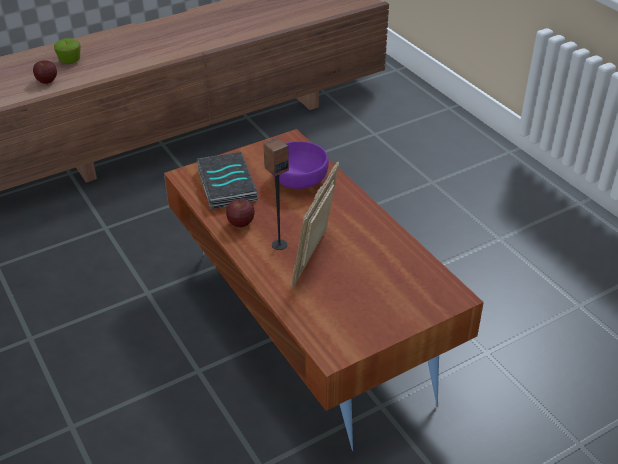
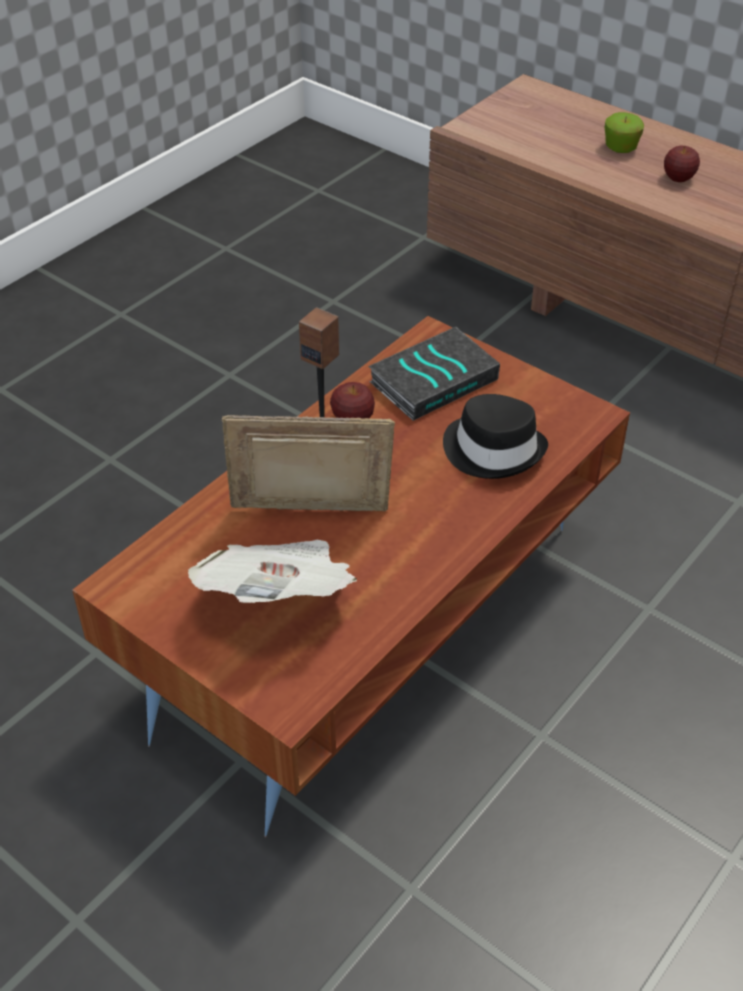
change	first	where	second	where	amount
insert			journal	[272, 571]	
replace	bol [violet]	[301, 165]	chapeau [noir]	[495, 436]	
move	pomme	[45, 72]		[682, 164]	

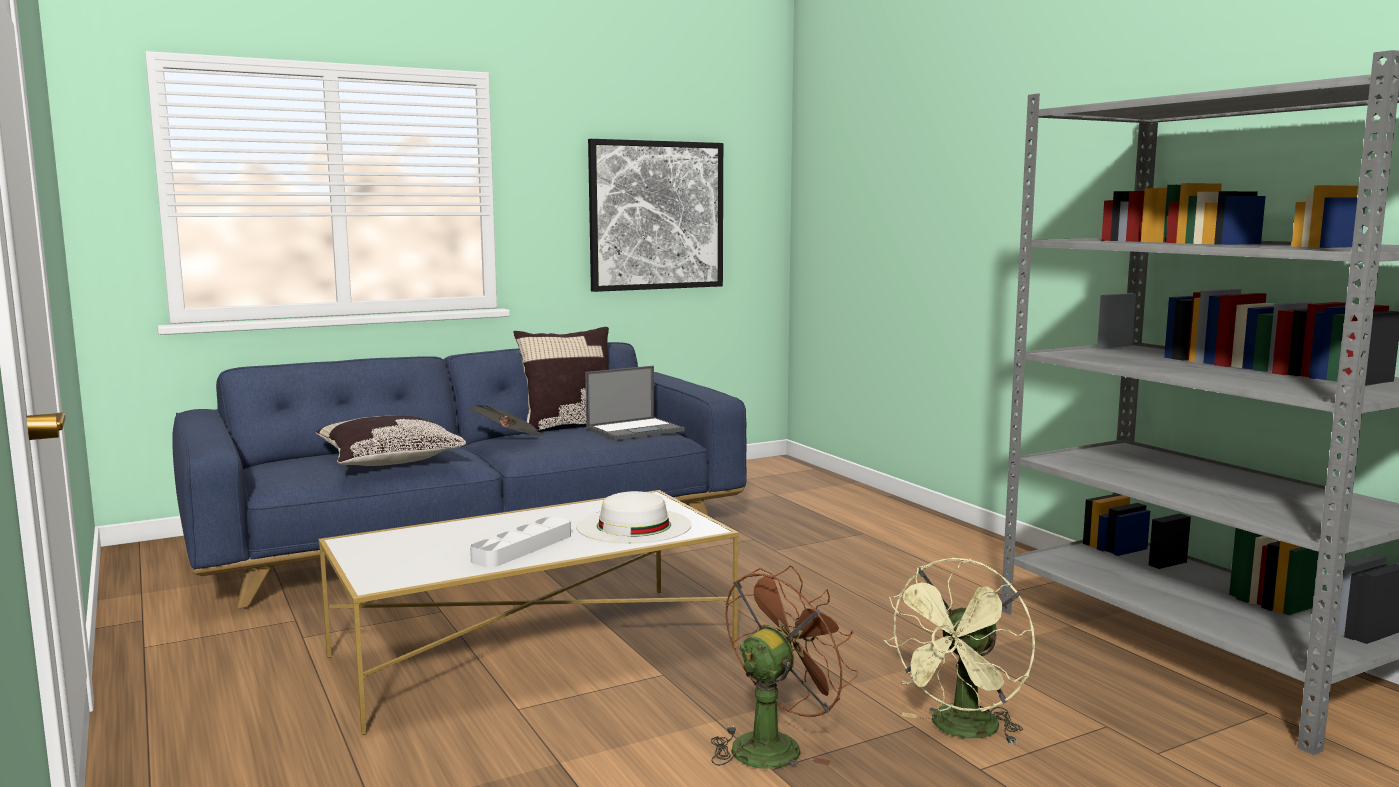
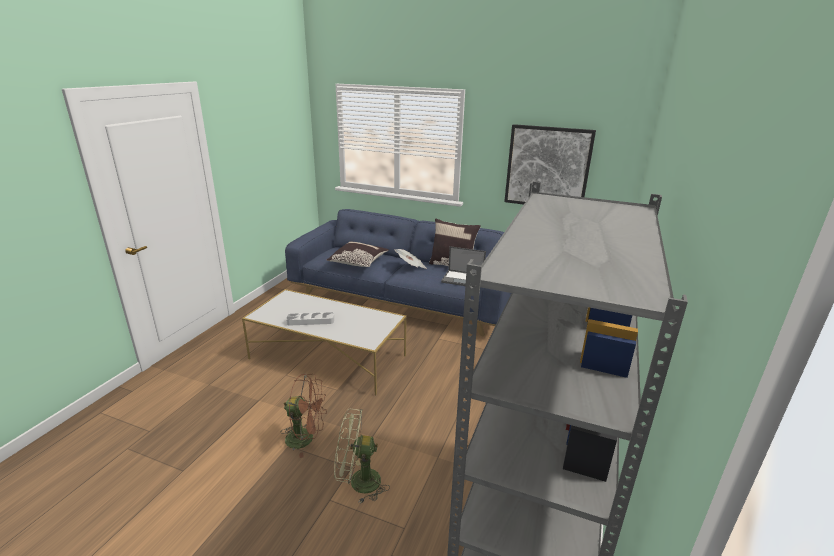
change	first	where	second	where	amount
delete	chapeau [blanc]	[634, 517]			

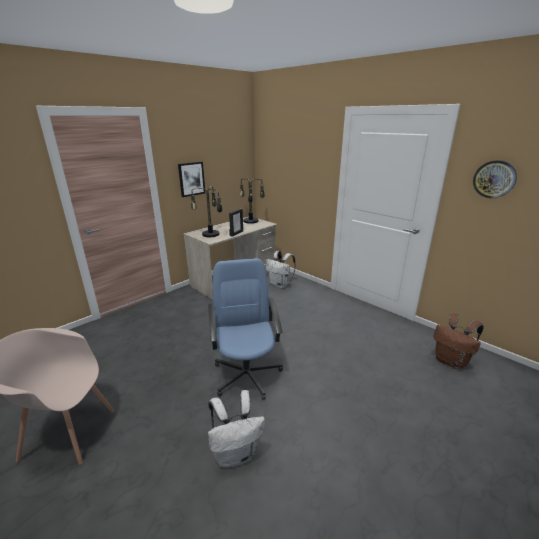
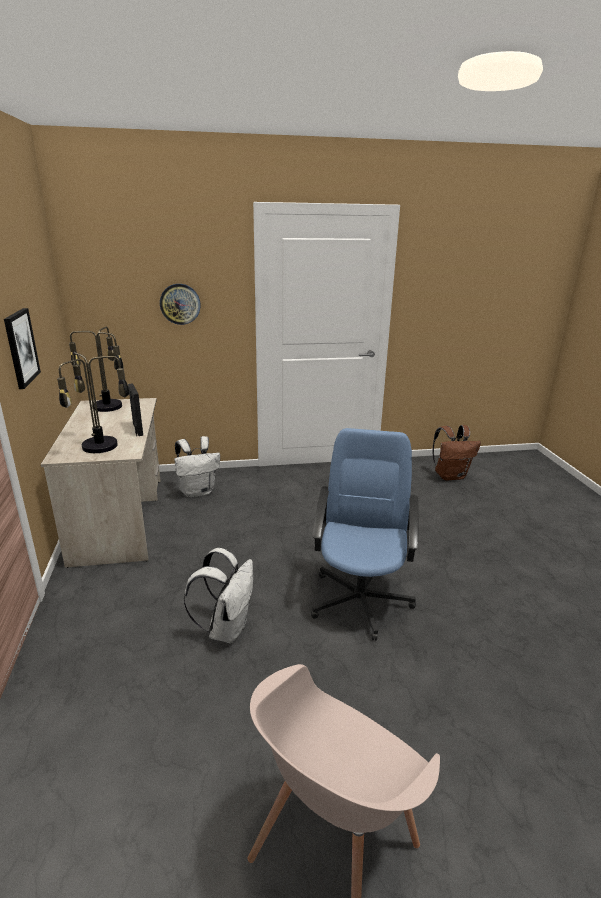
change	first	where	second	where	amount
move	horloge murale	[495, 179]		[180, 304]	
move	sac à dos [blanc]	[236, 429]		[218, 595]	
rotate	chaise de bureau [bleu]	[245, 329]		[365, 534]	75 degrees clockwise

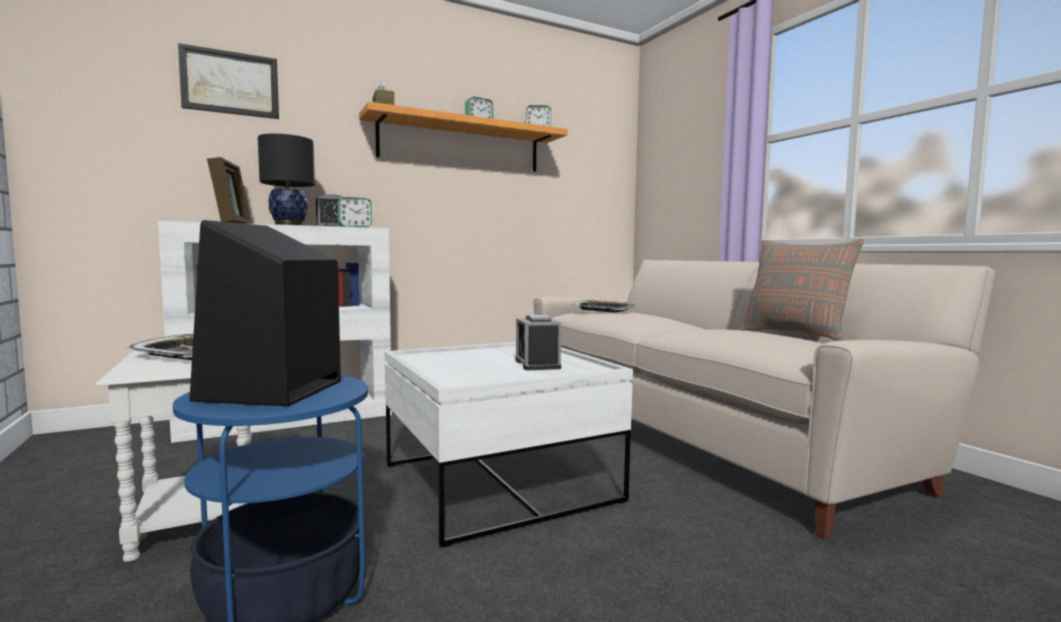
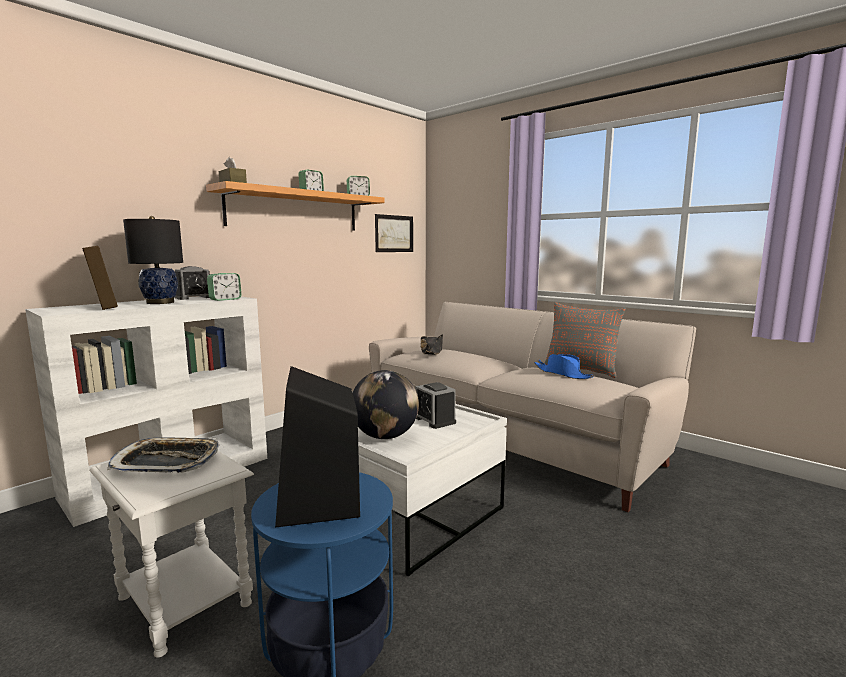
change	first	where	second	where	amount
insert			globe	[386, 404]	
move	tableau	[228, 81]		[394, 233]	
replace	plateau	[604, 306]	chapeau [noir]	[431, 344]	
insert			chapeau [bleu]	[564, 366]	

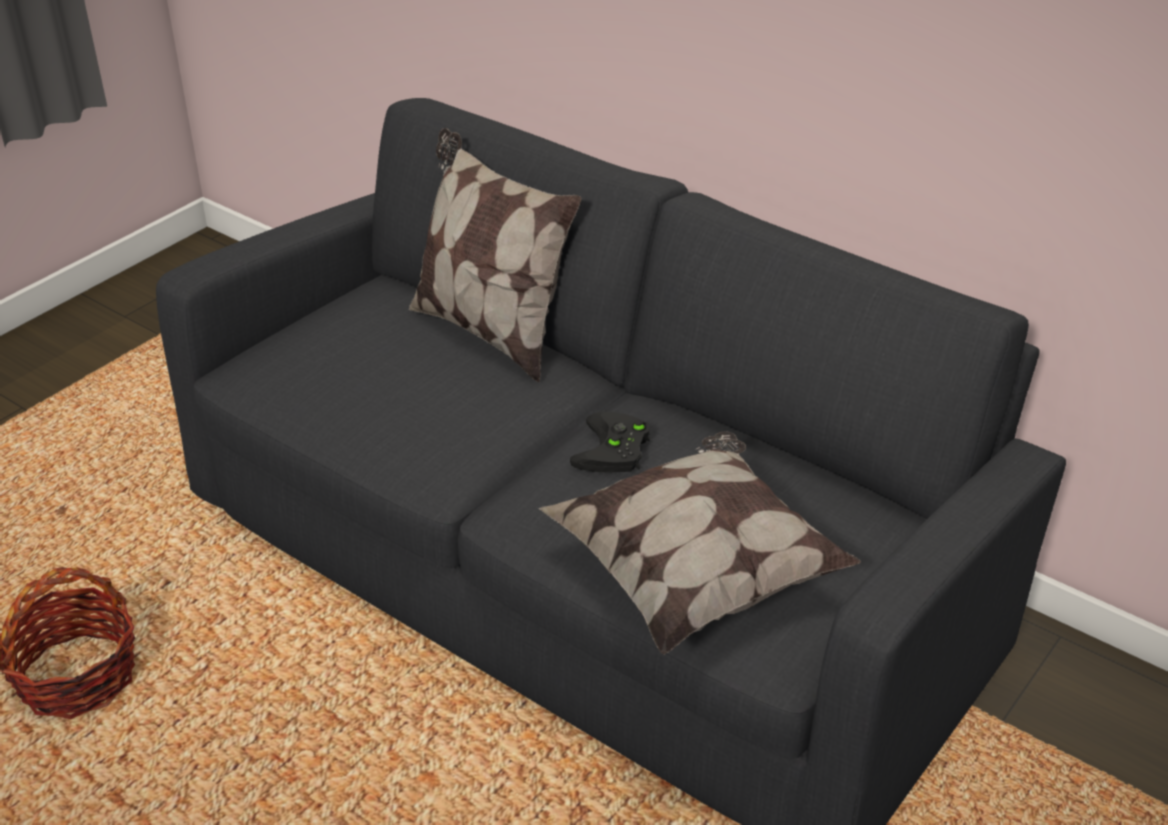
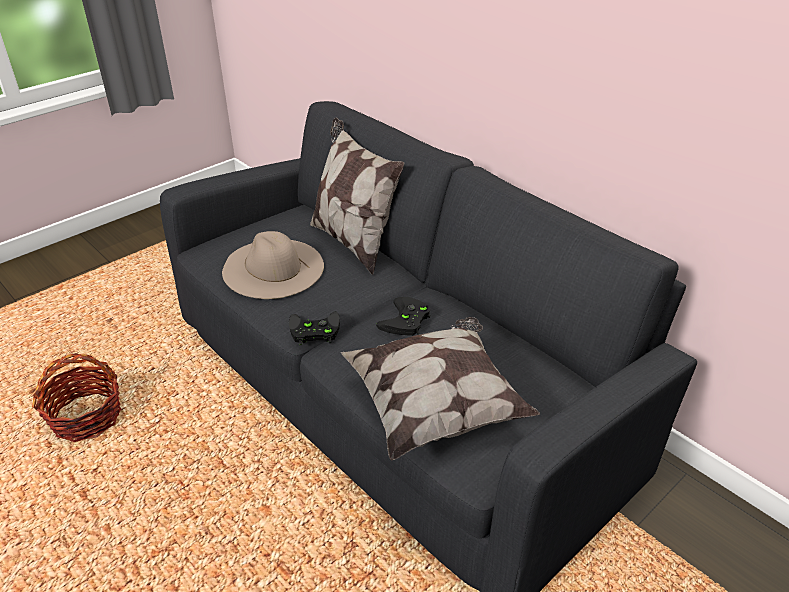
change	first	where	second	where	amount
insert			chapeau [beige]	[273, 265]	
insert			manette [noir]	[314, 328]	

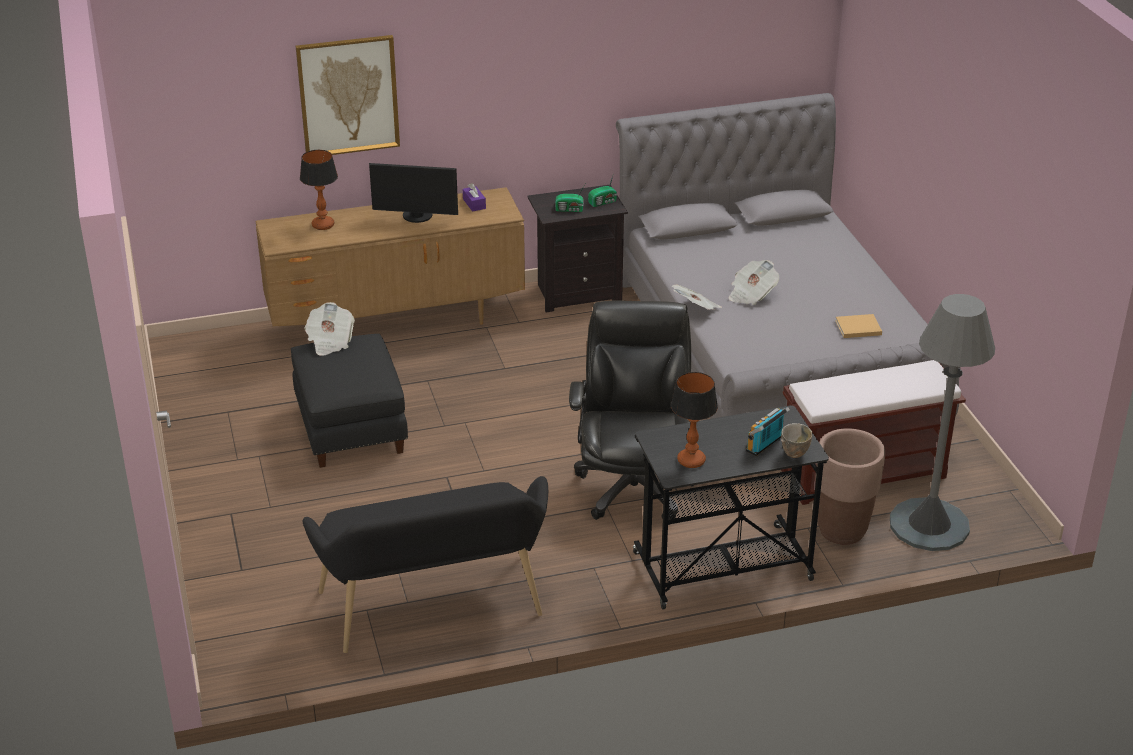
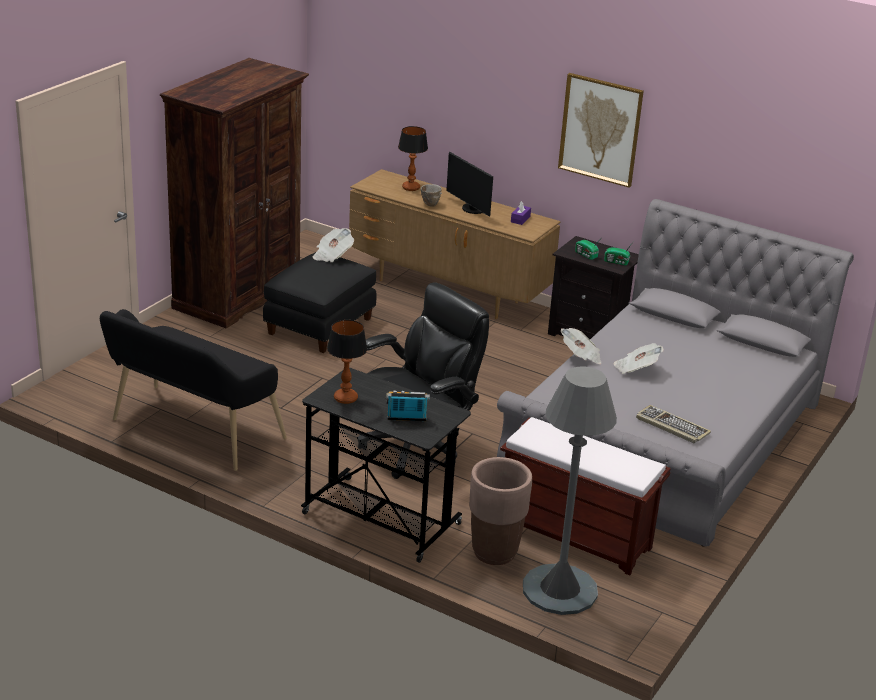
change	first	where	second	where	amount
insert			armoire [marron]	[234, 193]	
move	bol	[797, 440]		[431, 195]	
move	tableau	[348, 95]		[601, 130]	
replace	livre [beige]	[858, 326]	clavier	[673, 424]	

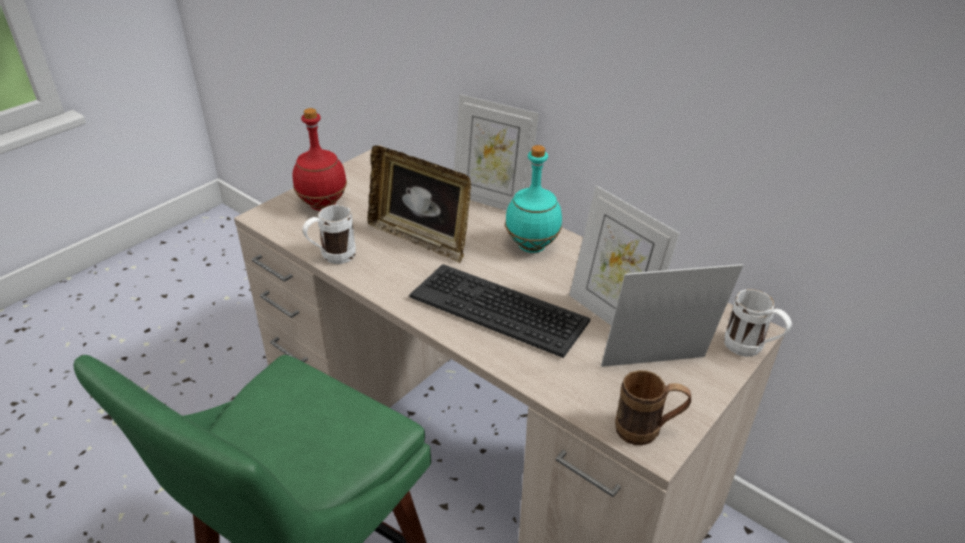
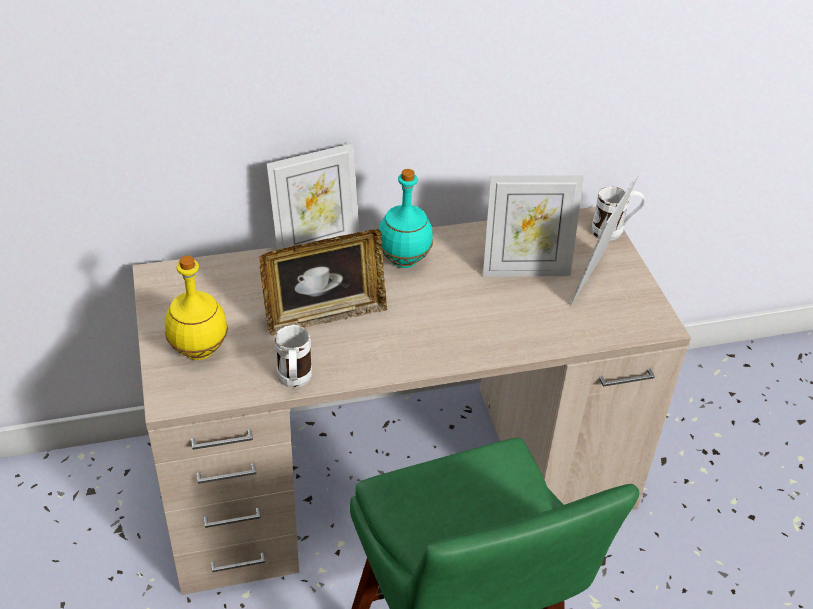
change	first	where	second	where	amount
recolor	bouteille [rouge]	[319, 159]	bouteille [jaune]	[196, 307]	
delete	clavier	[500, 311]			
delete	mug [marron]	[653, 407]			

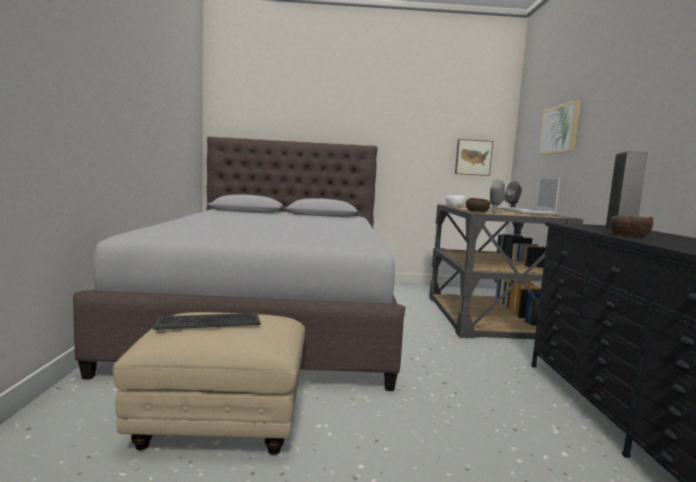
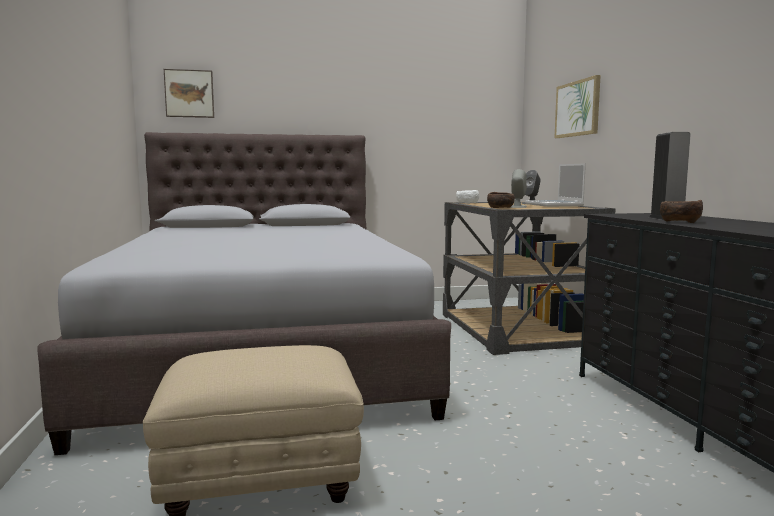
change	first	where	second	where	amount
move	tableau	[474, 157]		[189, 93]	
delete	clavier	[207, 321]			

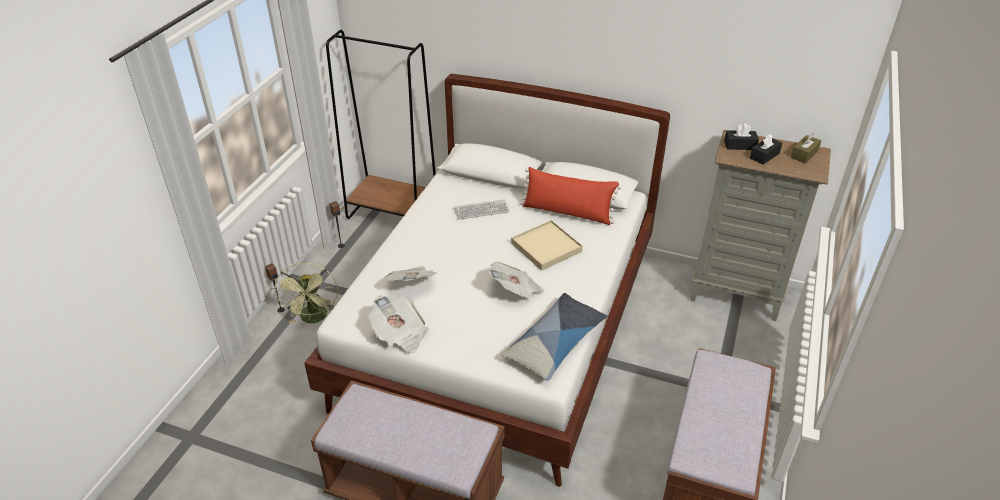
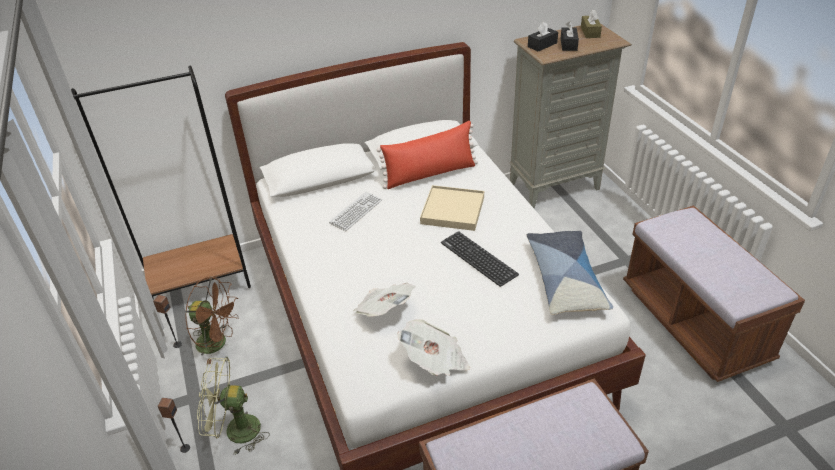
change	first	where	second	where	amount
insert			ventilateur [marron]	[211, 320]	
rotate	ventilateur [vert]	[306, 293]		[233, 406]	135 degrees clockwise
replace	journal	[516, 279]	clavier	[480, 259]	

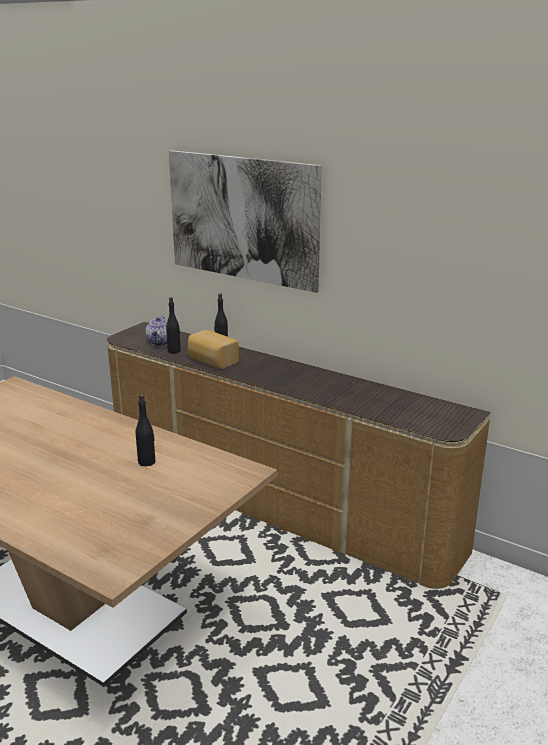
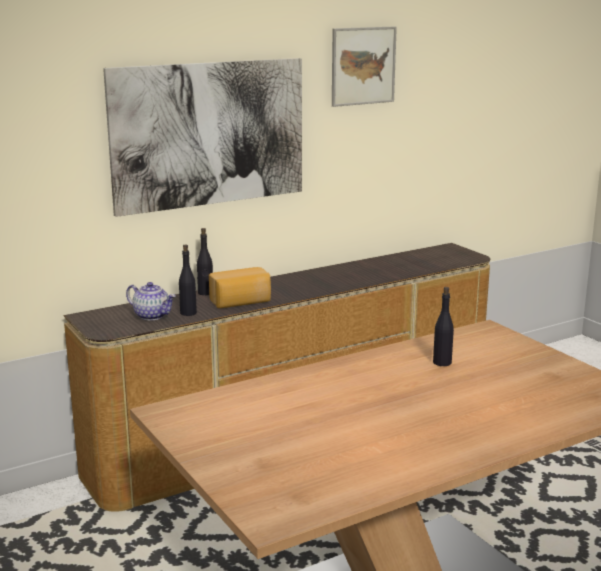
change	first	where	second	where	amount
insert			tableau	[364, 66]	

